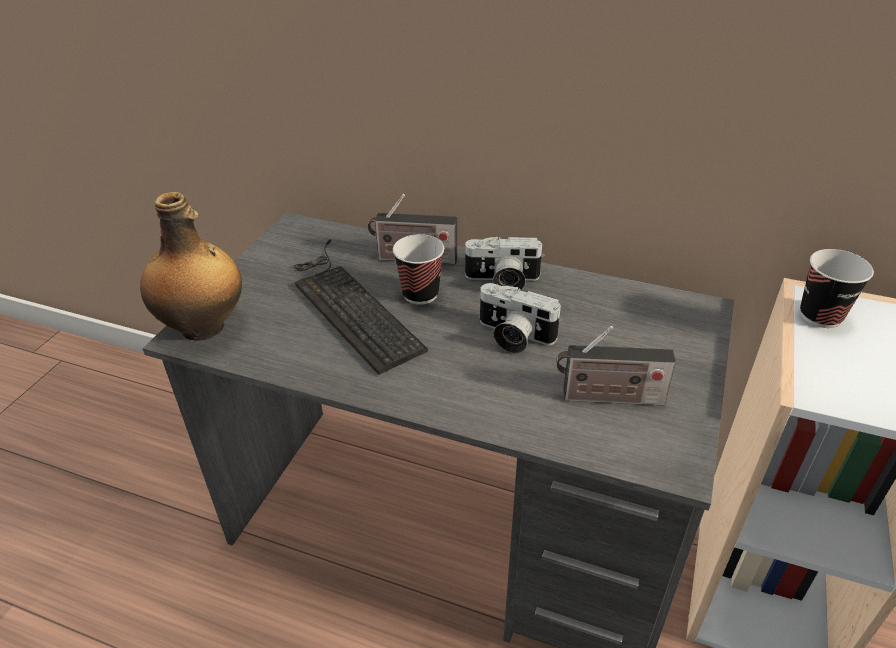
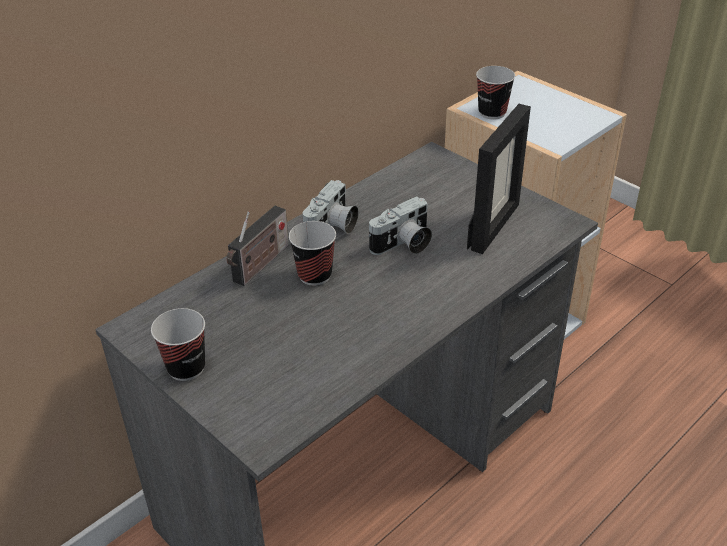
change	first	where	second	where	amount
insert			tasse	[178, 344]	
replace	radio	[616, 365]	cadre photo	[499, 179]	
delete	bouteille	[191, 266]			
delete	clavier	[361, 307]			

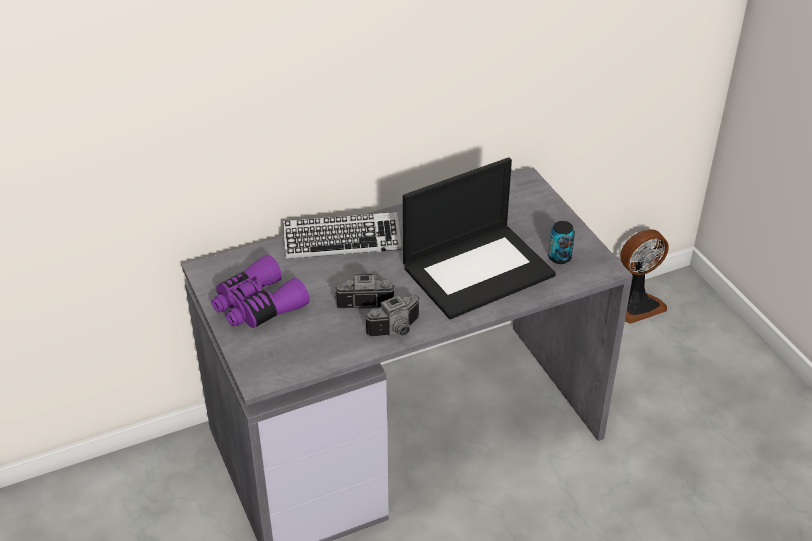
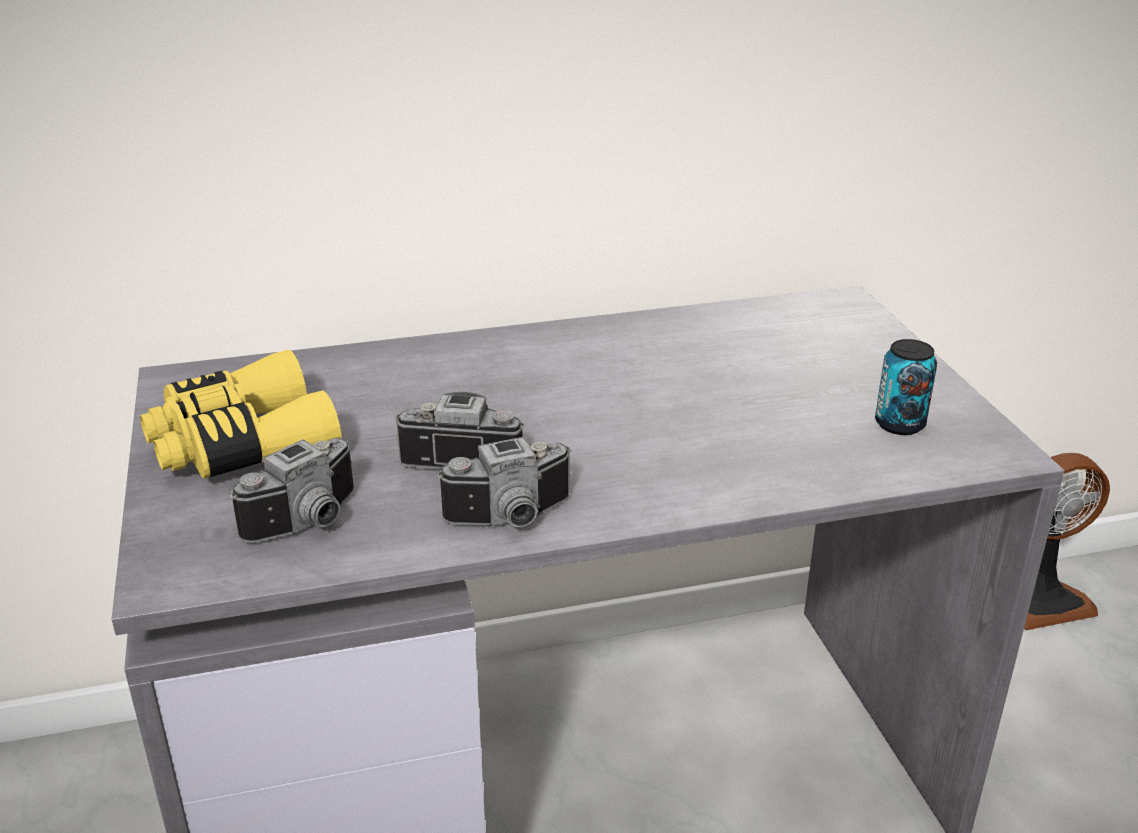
change	first	where	second	where	amount
recolor	jumelles [violet]	[260, 291]	jumelles [jaune]	[241, 414]	
insert			appareil photo	[292, 490]	
delete	clavier	[342, 235]			
delete	ordinateur portable	[479, 238]			

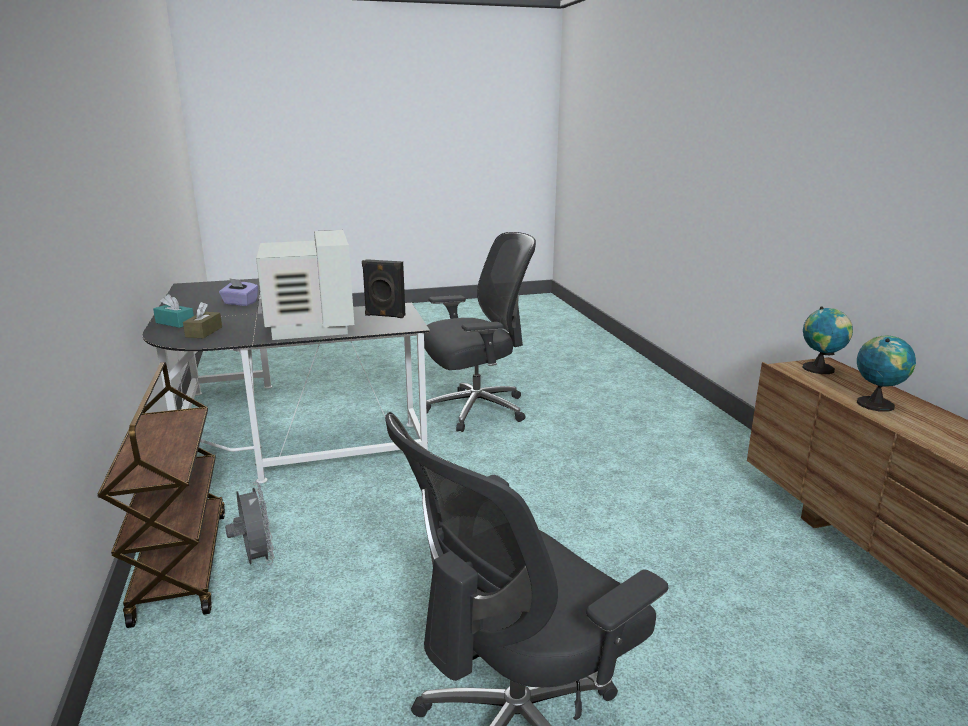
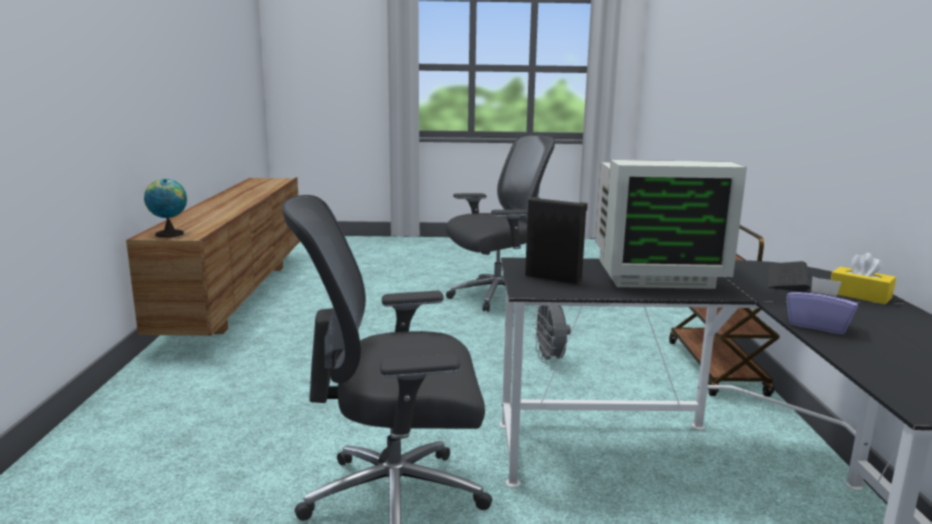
change	first	where	second	where	amount
move	ventilateur [gris]	[249, 523]		[551, 335]	
rotate	écran d'ordinateur	[305, 285]		[671, 224]	90 degrees counterclockwise
replace	boîte à mouchoirs [marron]	[202, 320]	clavier	[789, 276]	
recolor	boîte à mouchoirs [turquoise]	[173, 311]	boîte à mouchoirs [jaune]	[863, 278]	
delete	globe	[886, 374]			

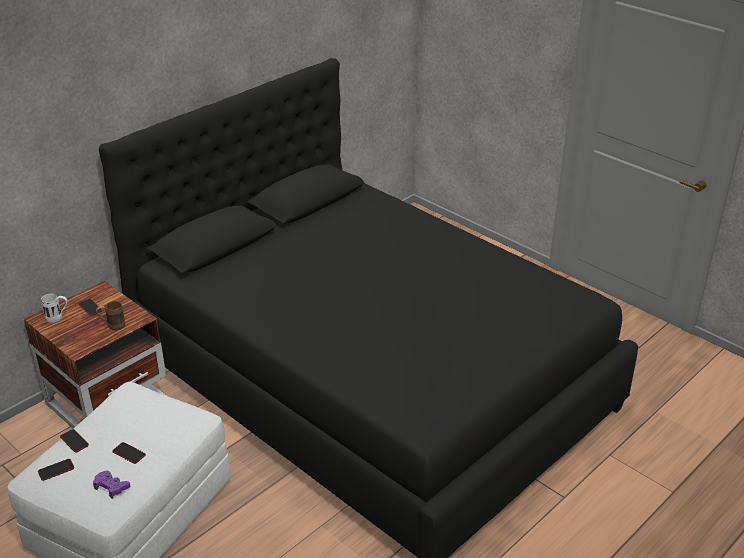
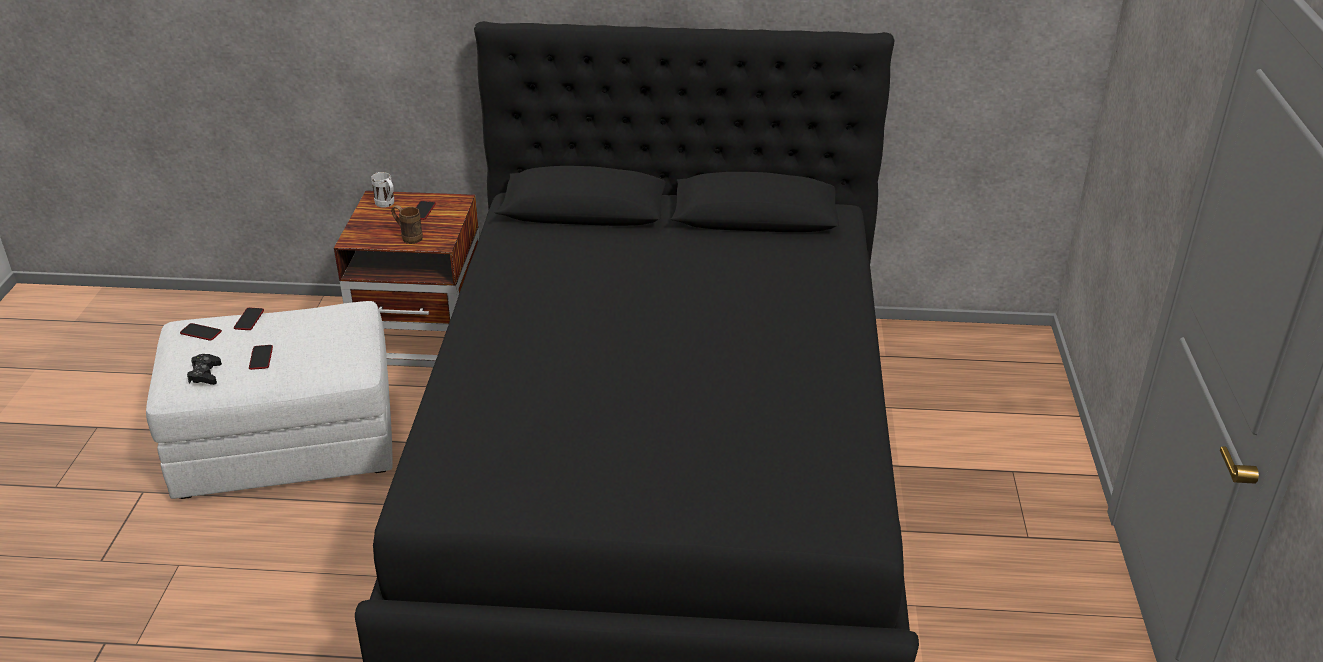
change	first	where	second	where	amount
recolor	manette [violet]	[112, 485]	manette [noir]	[204, 369]	

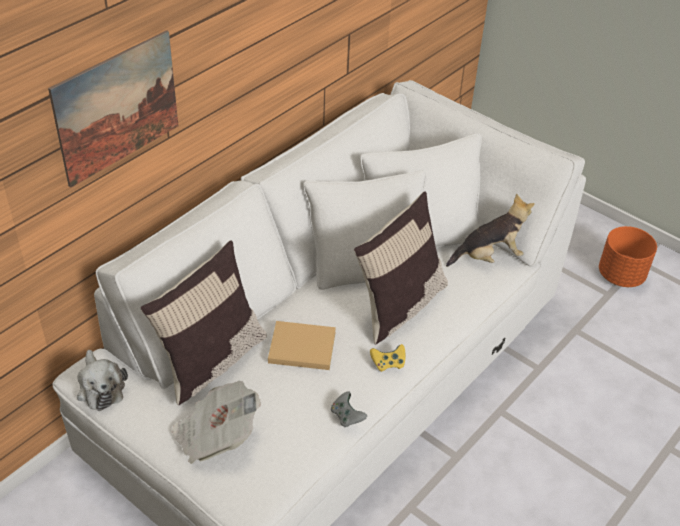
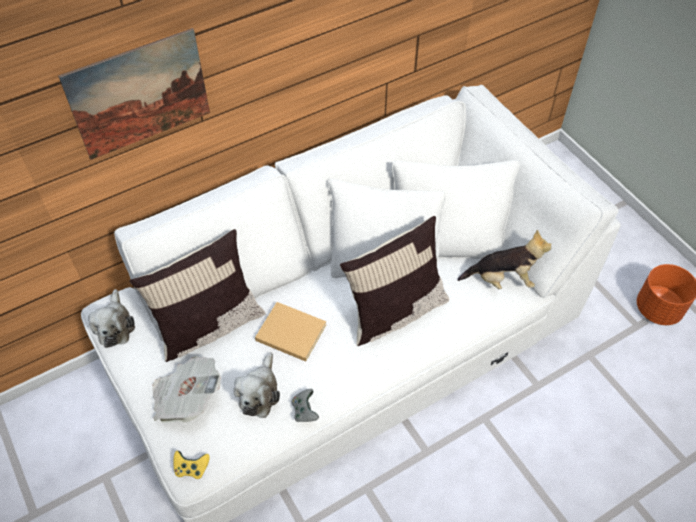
change	first	where	second	where	amount
move	manette [jaune]	[388, 358]		[191, 464]	
insert			peluche	[257, 385]	

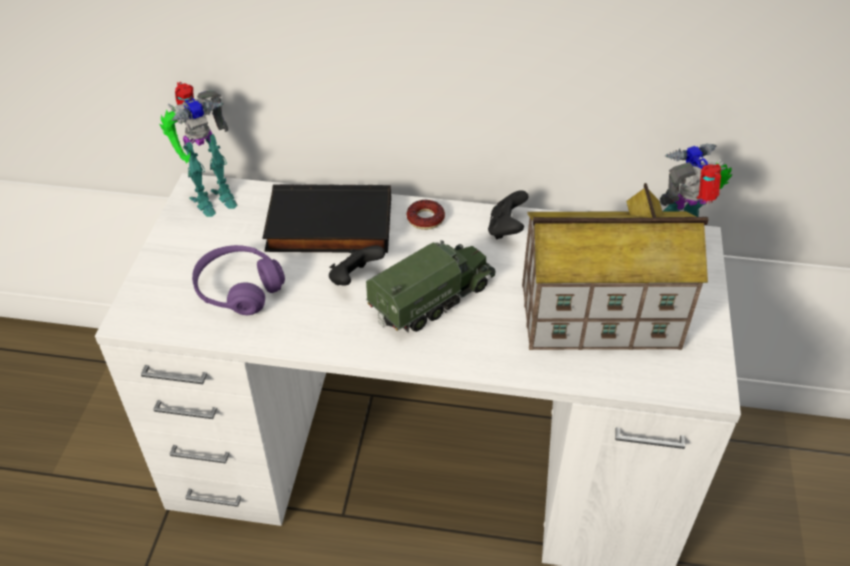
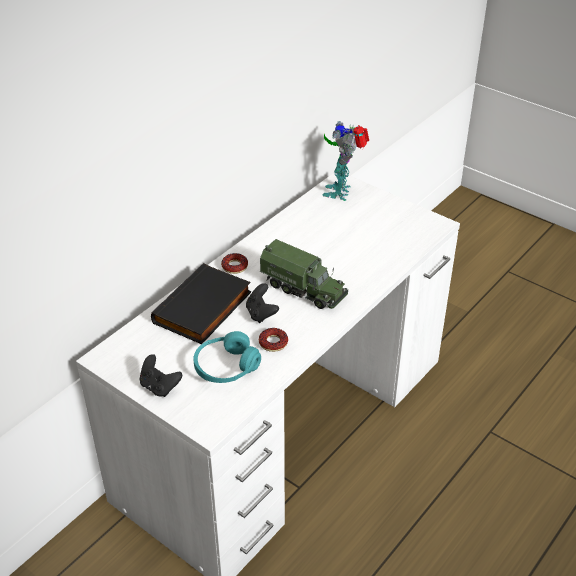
change	first	where	second	where	amount
move	manette [noir]	[508, 214]		[160, 375]	
recolor	casque audio [violet]	[238, 280]	casque audio [turquoise]	[227, 357]	
insert			beignet	[273, 340]	
rotate	camion jouet	[430, 286]		[304, 274]	135 degrees clockwise
delete	robot jouet	[198, 149]			
delete	maison miniature	[615, 266]			

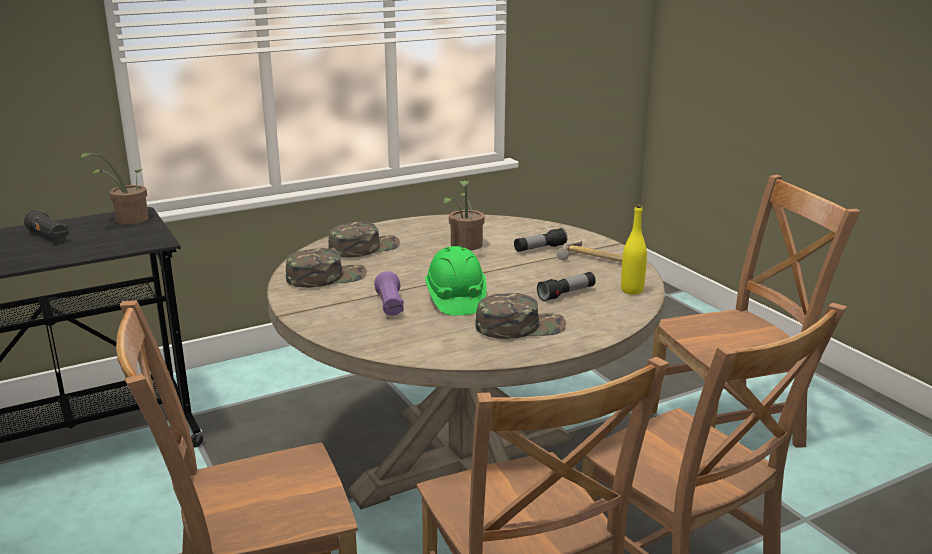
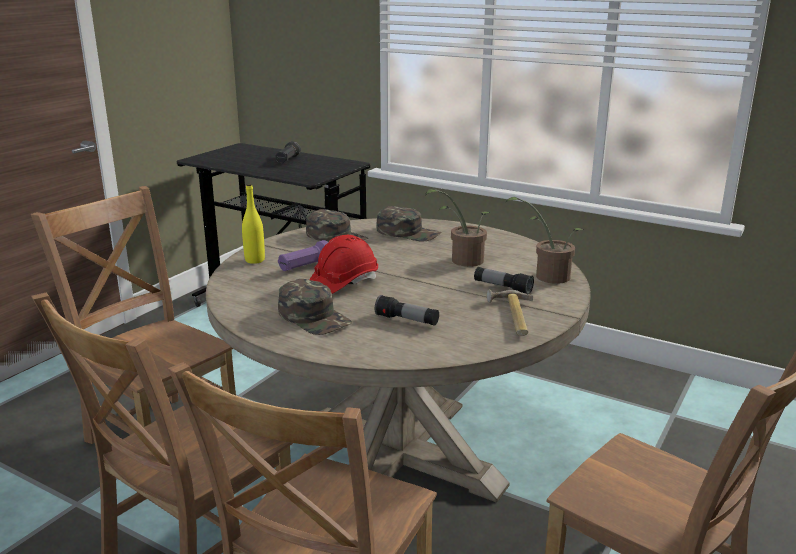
change	first	where	second	where	amount
move	bouteille [jaune]	[634, 250]		[253, 223]	
recolor	casque de chantier [vert]	[455, 281]	casque de chantier [rouge]	[344, 264]	
move	plante en pot	[114, 189]		[545, 240]	

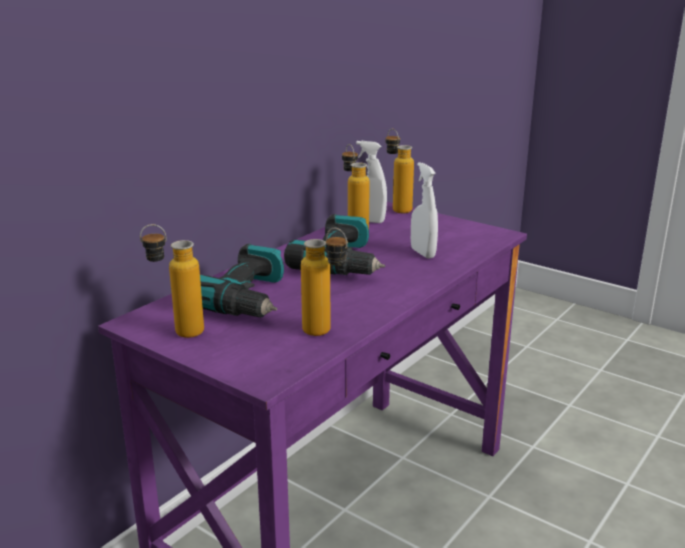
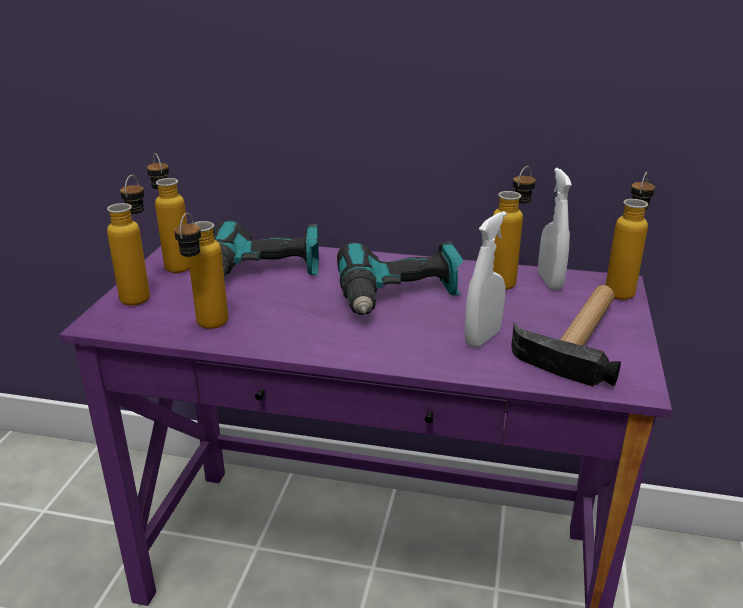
change	first	where	second	where	amount
insert			bouteille	[128, 240]	
insert			marteau	[566, 336]	

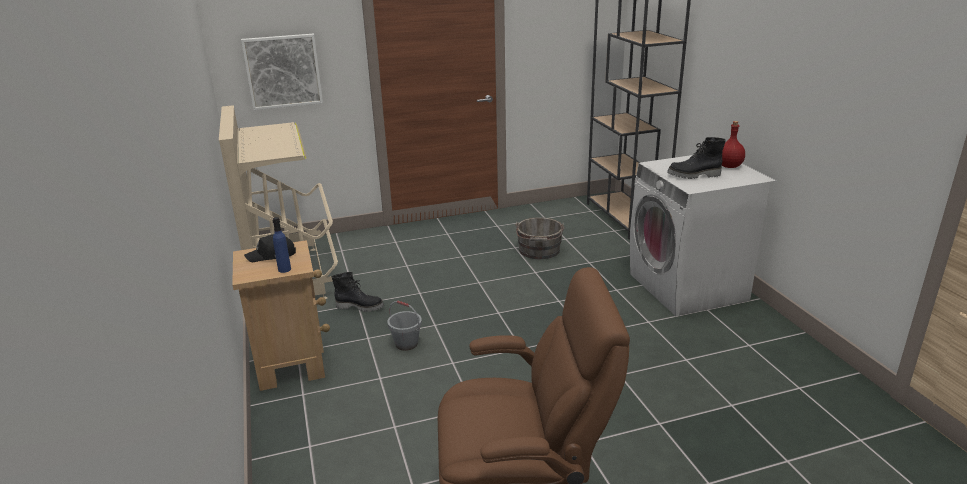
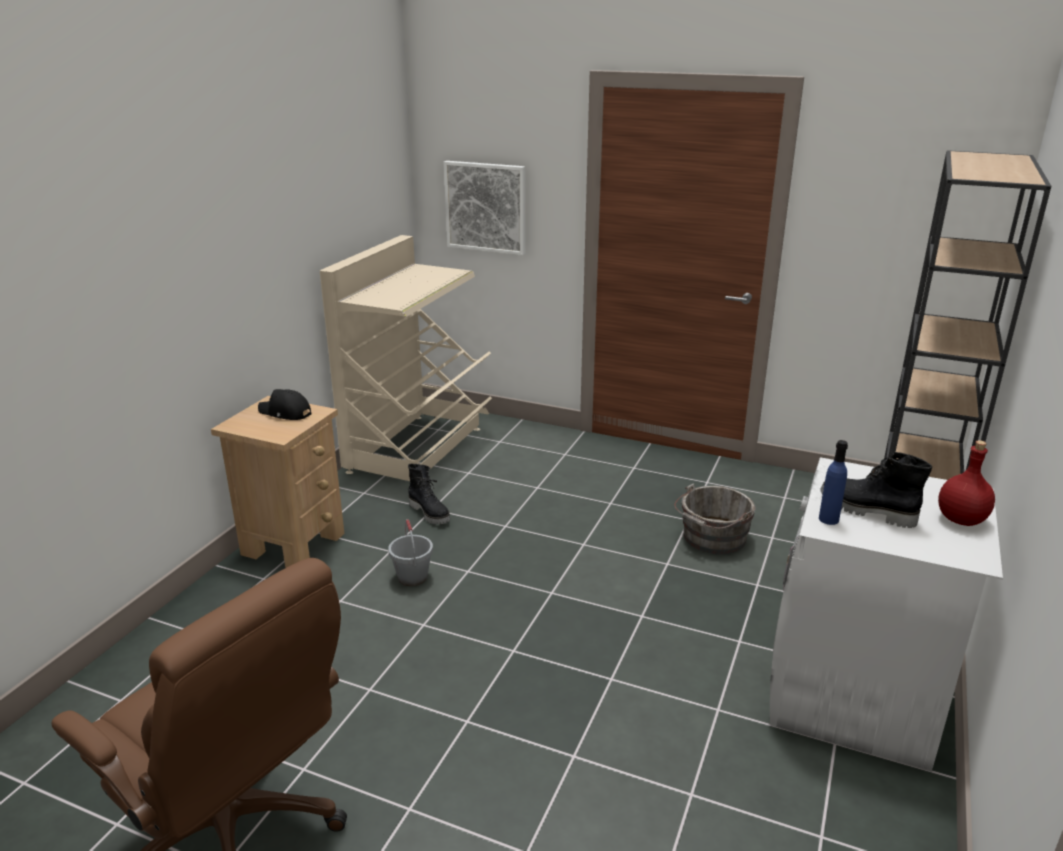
change	first	where	second	where	amount
move	bouteille [bleu]	[281, 245]		[833, 482]	

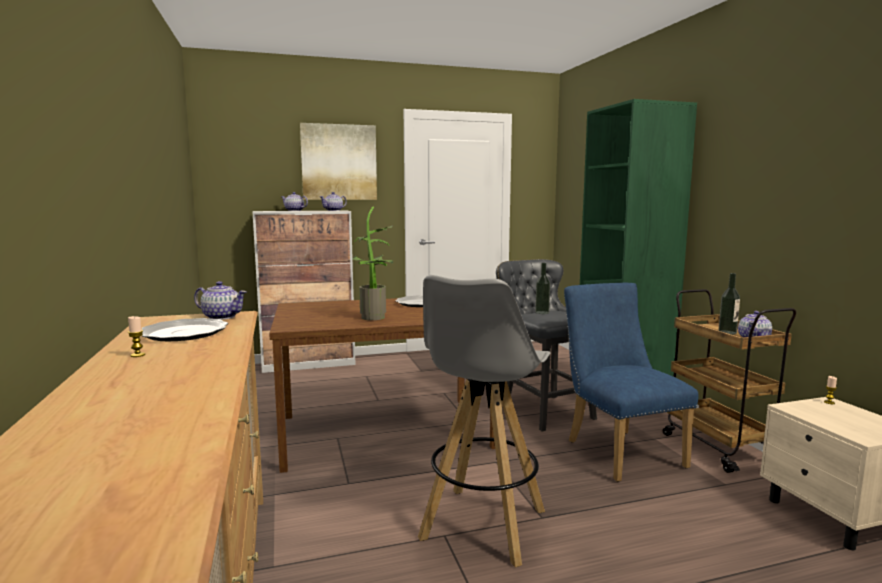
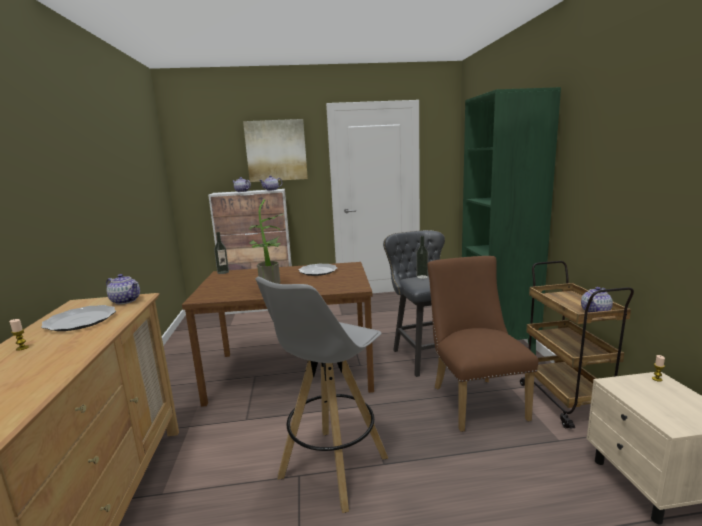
change	first	where	second	where	amount
move	bouteille	[729, 304]		[221, 253]	
recolor	chaise [bleu]	[631, 382]	chaise [marron]	[482, 344]	

